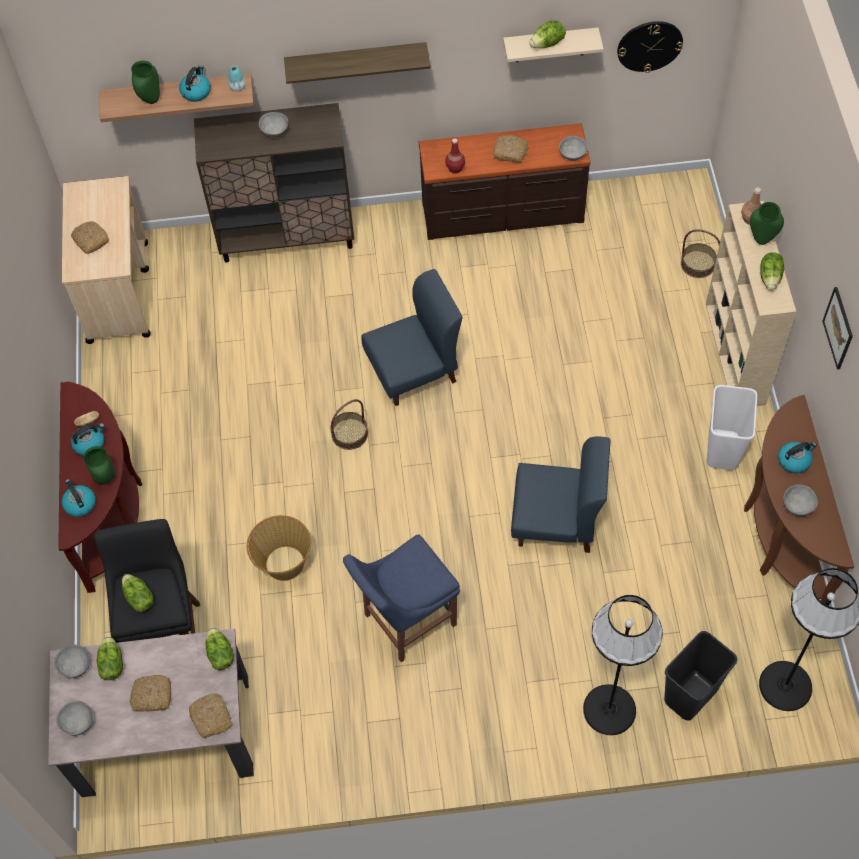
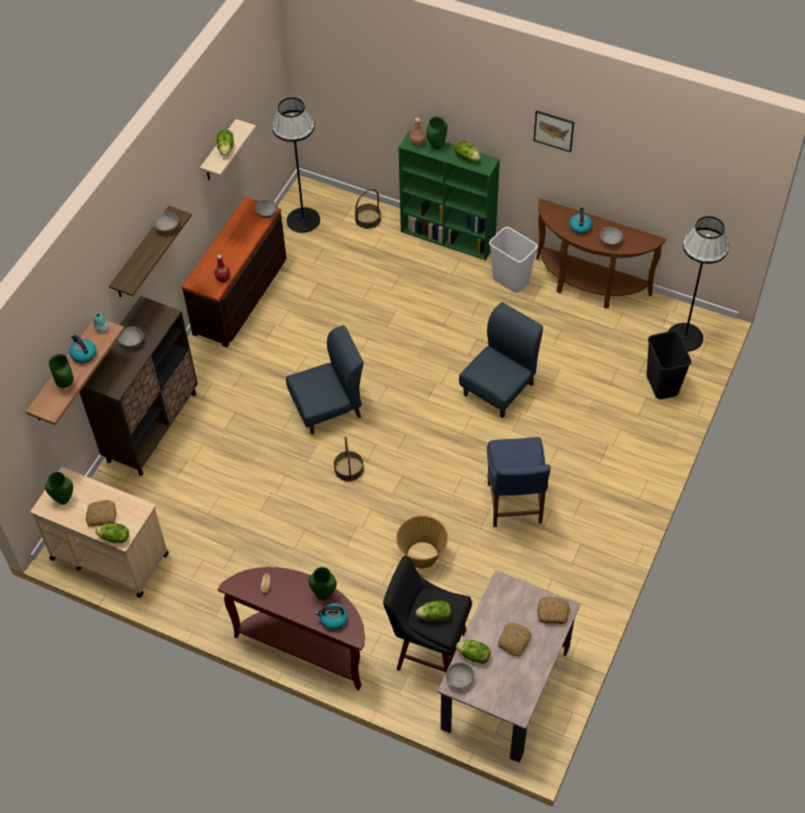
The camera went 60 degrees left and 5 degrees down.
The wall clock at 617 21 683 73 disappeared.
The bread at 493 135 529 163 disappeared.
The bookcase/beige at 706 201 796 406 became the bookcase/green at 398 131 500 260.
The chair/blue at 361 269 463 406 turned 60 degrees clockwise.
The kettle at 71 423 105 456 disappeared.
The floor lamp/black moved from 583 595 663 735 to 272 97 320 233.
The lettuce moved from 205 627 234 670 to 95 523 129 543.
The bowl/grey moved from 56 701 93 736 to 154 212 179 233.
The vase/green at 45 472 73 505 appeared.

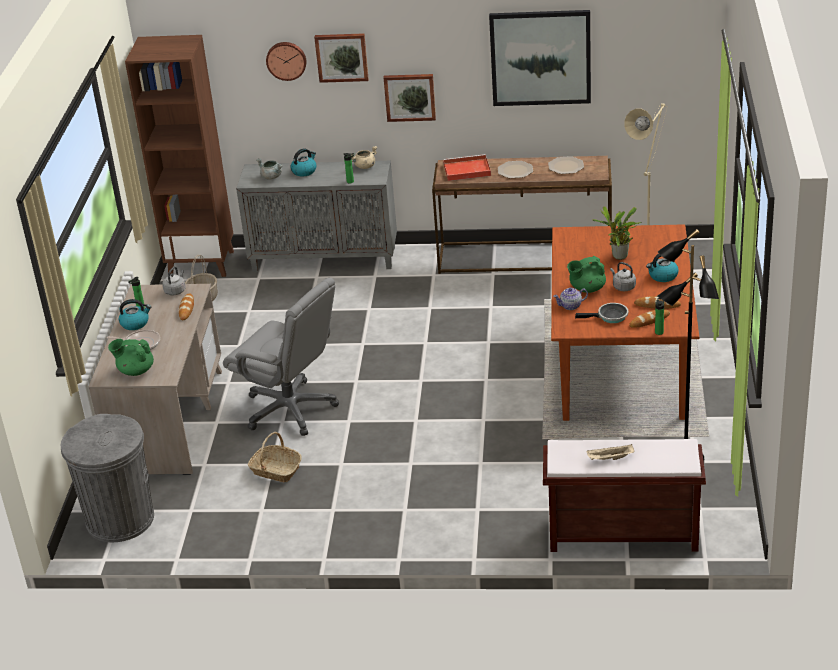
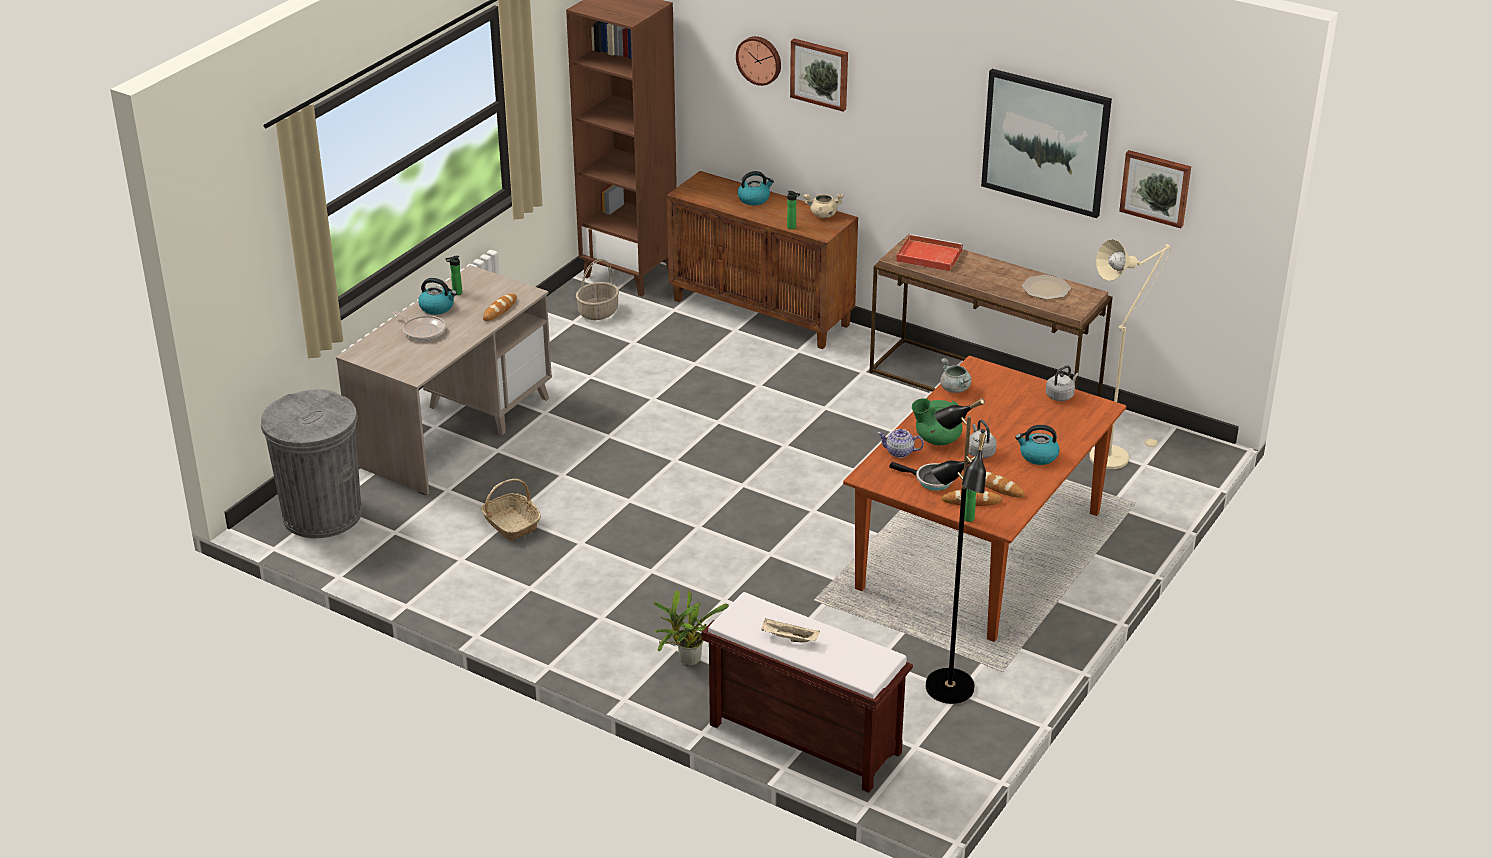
The camera went 25 degrees right and 0 degrees up.
The picture moved from 383 74 436 122 to 1119 150 1191 228.
The cooking pot/grey moved from 256 158 283 180 to 940 358 972 393.
The cabinet/grey at 236 161 397 272 became the cabinet/brown at 667 171 858 349.
The plate at 498 161 533 178 disappeared.
The potted plant moved from 592 206 642 260 to 653 590 729 666.
The kettle/grey moved from 162 267 185 295 to 1046 365 1079 401.
The office chair/grey at 223 278 339 436 disappeared.
The teapot/green at 108 339 154 376 disappeared.

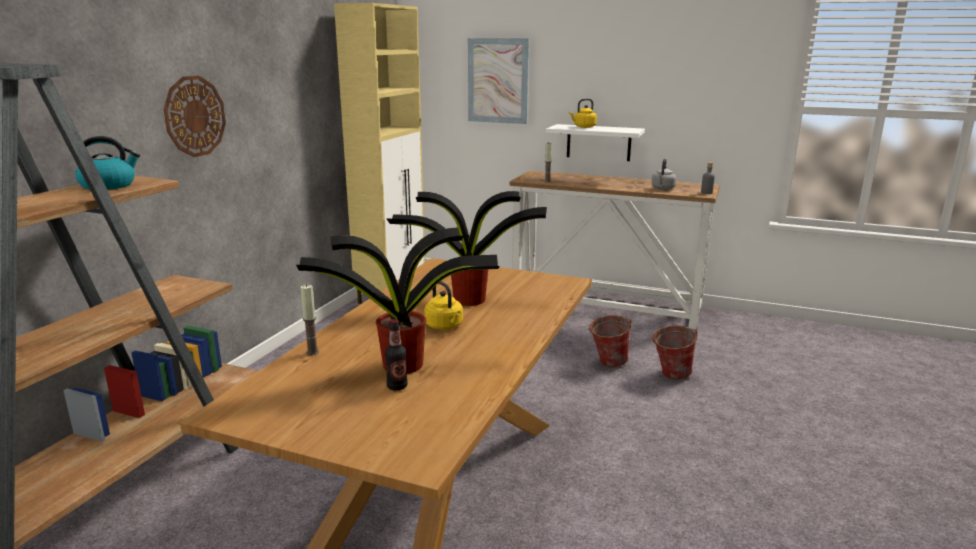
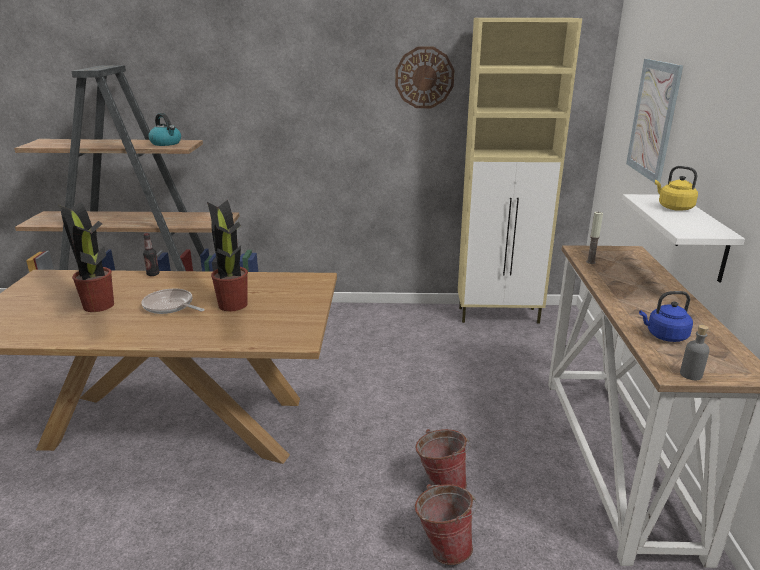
The camera went 70 degrees right and 5 degrees up.
The wall clock moved from 164 76 226 157 to 395 47 454 108.
The kettle/grey at 651 159 676 190 became the kettle/blue at 639 291 693 342.
The kettle/yellow at 424 281 463 330 was replaced by the frying pan at 141 289 205 314.
The candle at 300 284 319 355 disappeared.
The bottle moved from 385 319 408 391 to 143 233 160 276.

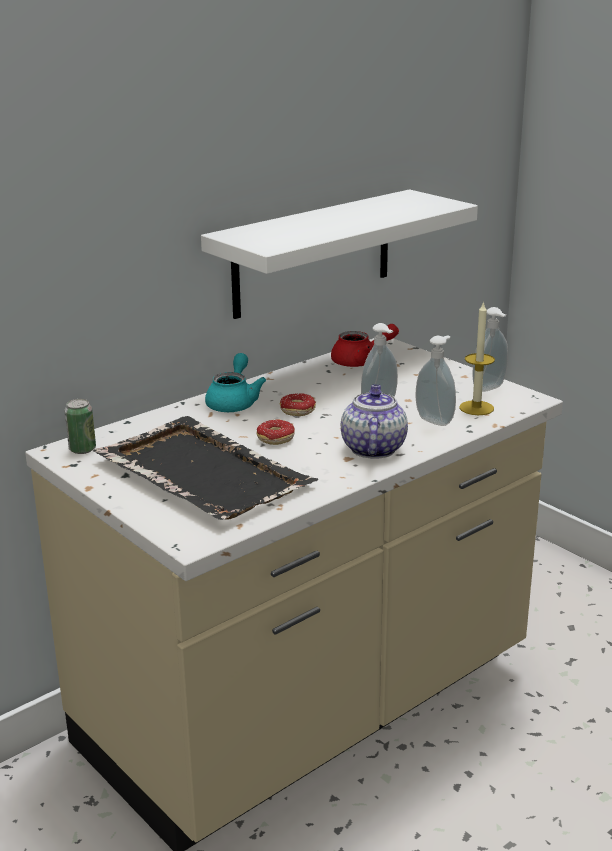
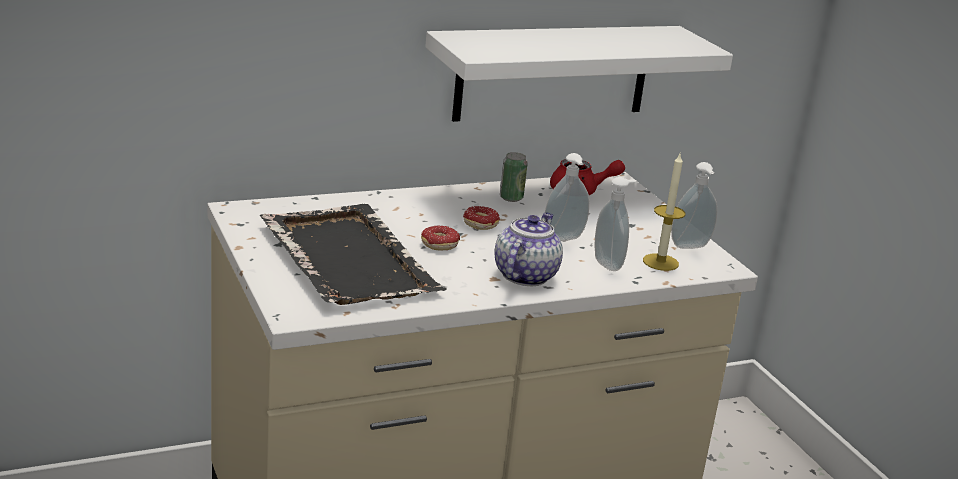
The camera went 15 degrees right and 0 degrees up.
The teapot/turquoise at 205 353 266 412 disappeared.
The can moved from 65 399 96 454 to 500 152 528 202.

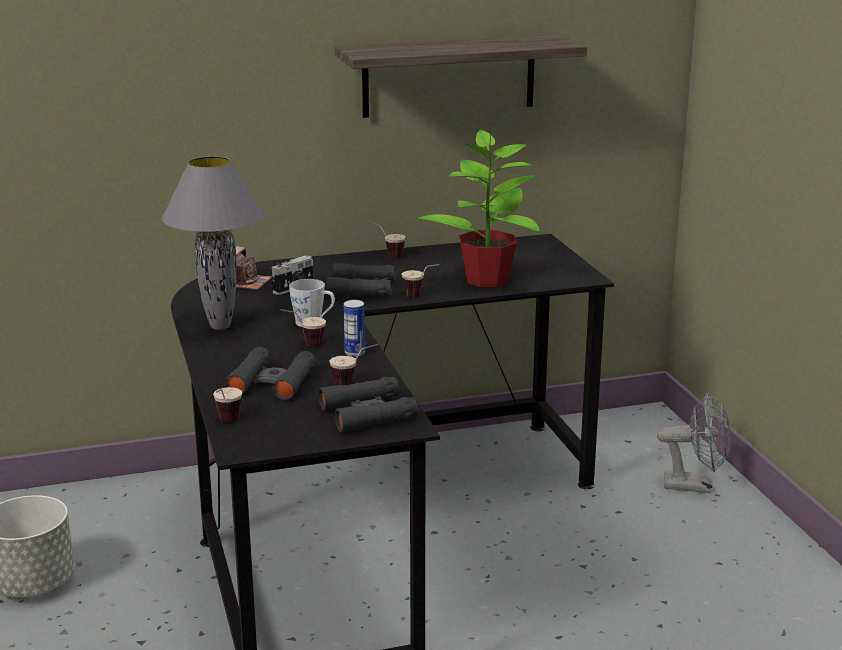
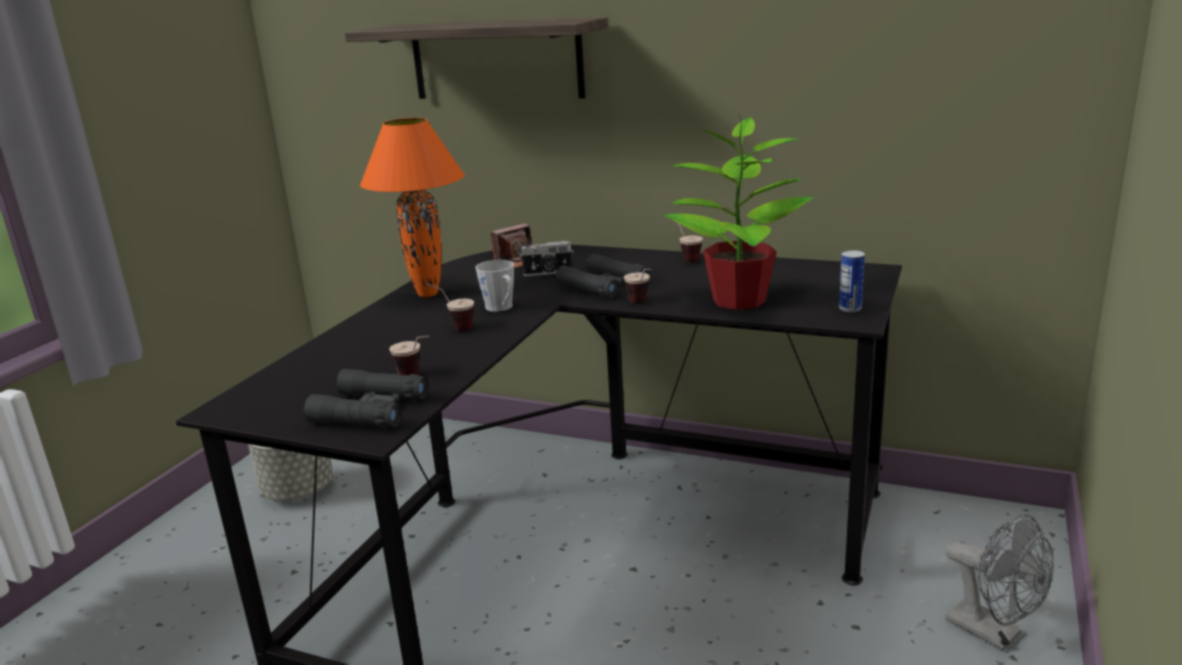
The camera went 40 degrees right and 0 degrees up.
The shelf moved from 335 35 587 118 to 345 17 608 99.
The table lamp/grey at 162 156 264 330 became the table lamp/orange at 360 118 465 297.
The can moved from 343 300 365 357 to 839 250 865 312.
The binoculars/black at 224 347 316 401 disappeared.
The cup at 213 387 242 422 disappeared.

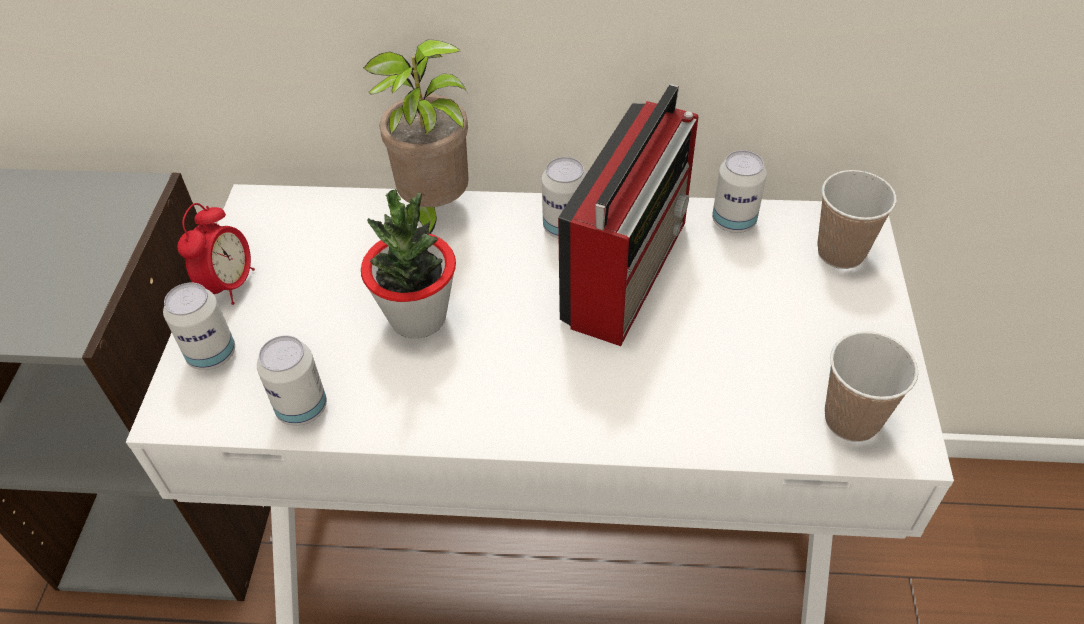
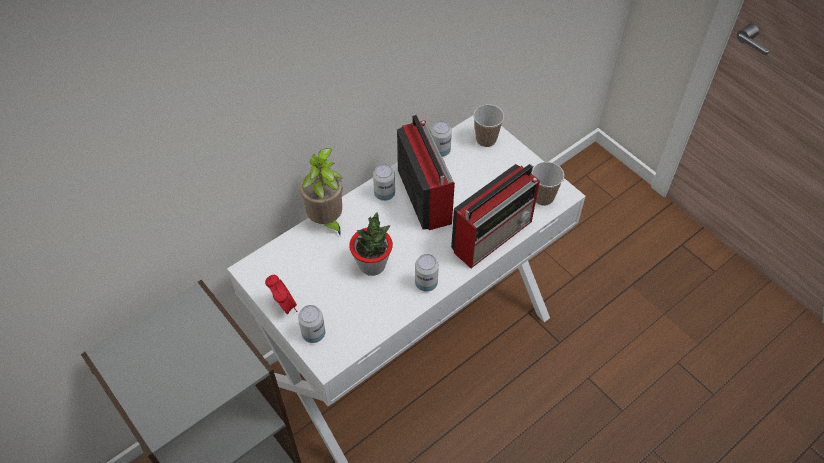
The camera went 45 degrees left and 5 degrees up.
The can moved from 257 335 327 426 to 415 254 439 292.
The radio at 451 164 540 268 appeared.

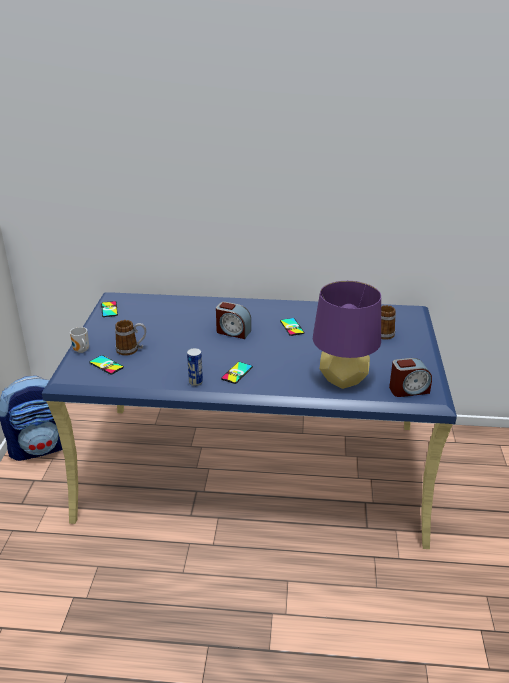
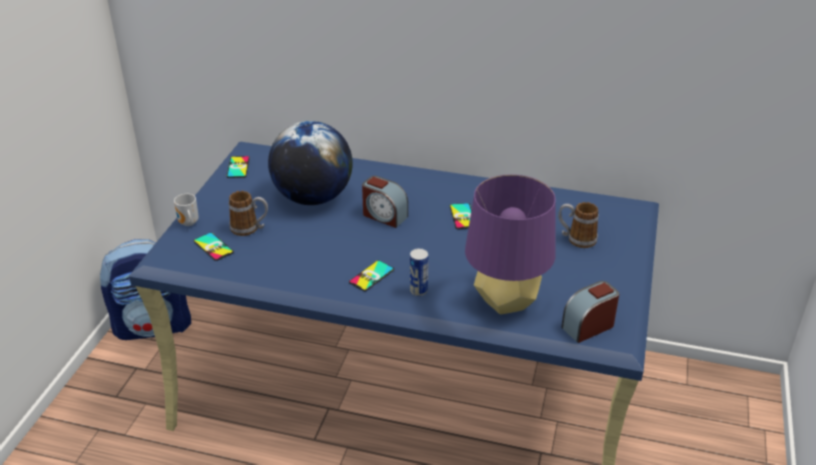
The camera went 10 degrees right and 5 degrees up.
The can moved from 187 348 203 386 to 410 248 428 296.
The alarm clock at 389 358 432 397 turned 150 degrees clockwise.
The globe at 268 121 353 205 appeared.

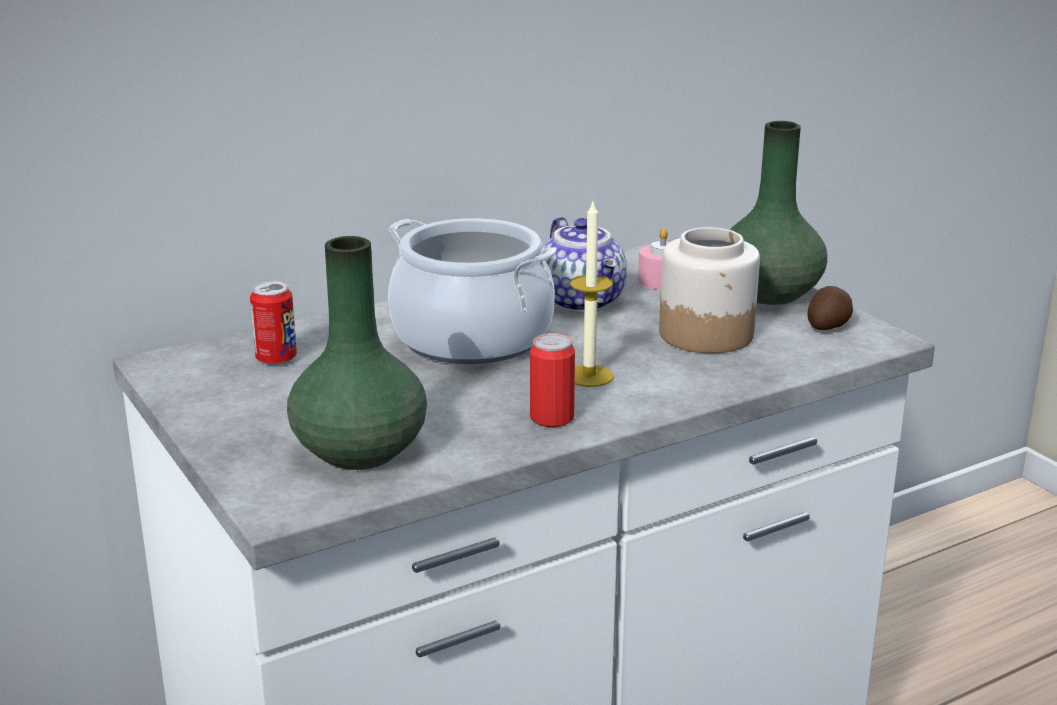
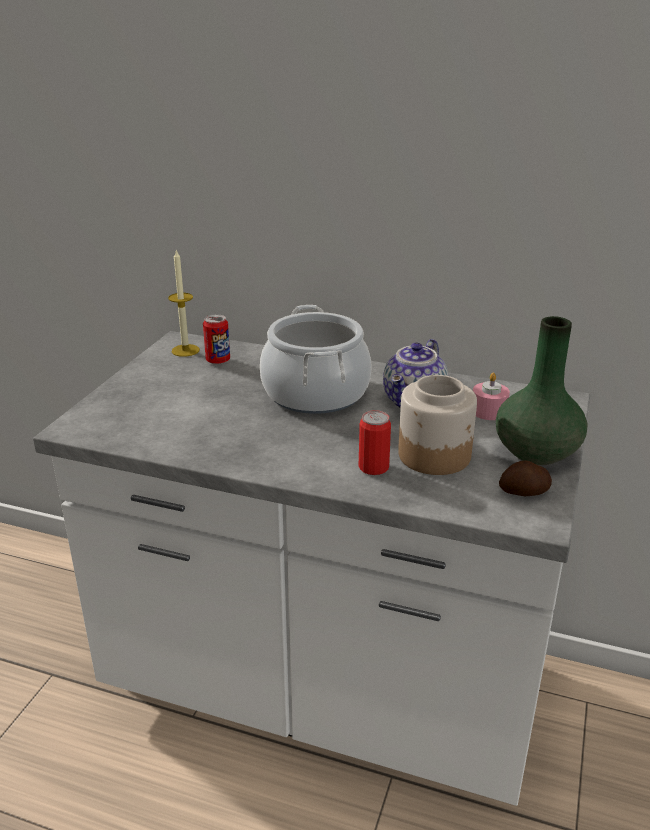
The camera went 50 degrees right and 5 degrees up.
The candle moved from 570 202 614 387 to 168 250 200 357.
The vase/green at 287 236 427 470 disappeared.
The can moved from 530 333 575 427 to 359 410 391 475.

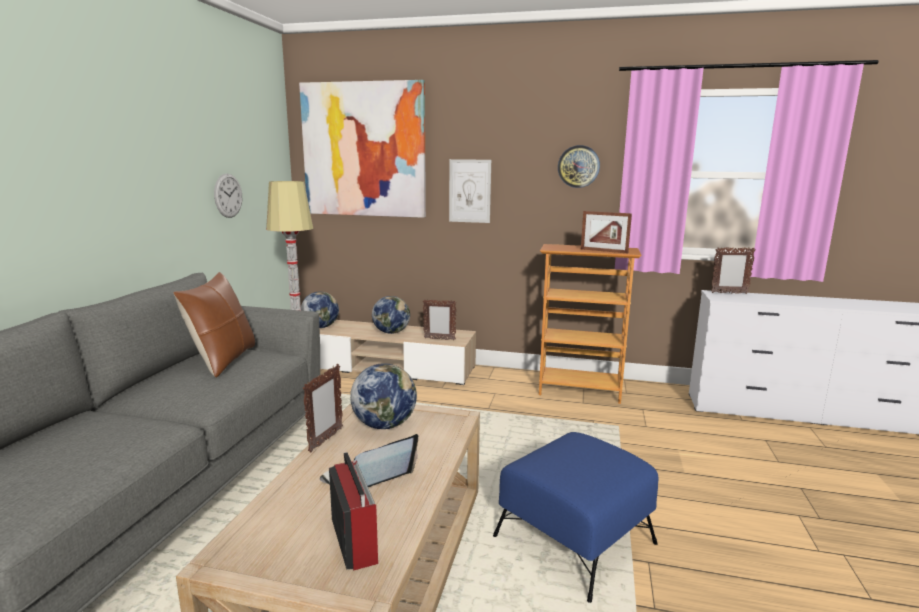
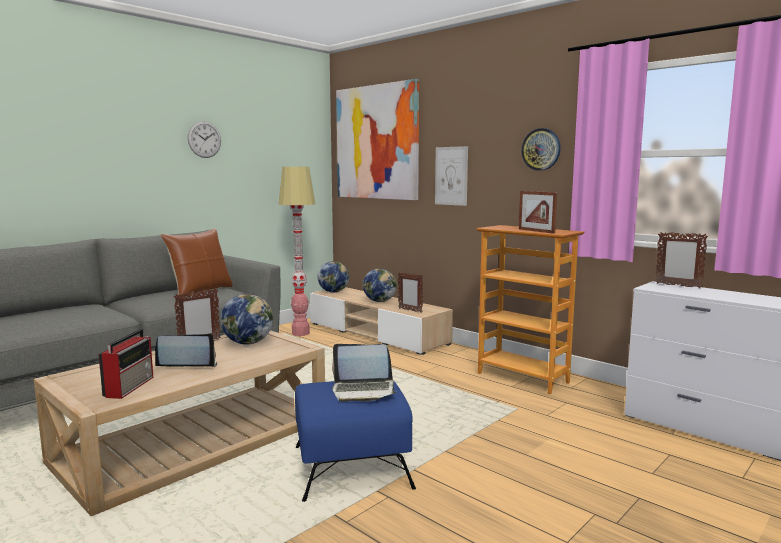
The camera went 30 degrees right and 5 degrees down.
The wall clock moved from 214 173 242 218 to 188 121 221 158.
The laptop at 332 344 397 402 appeared.

